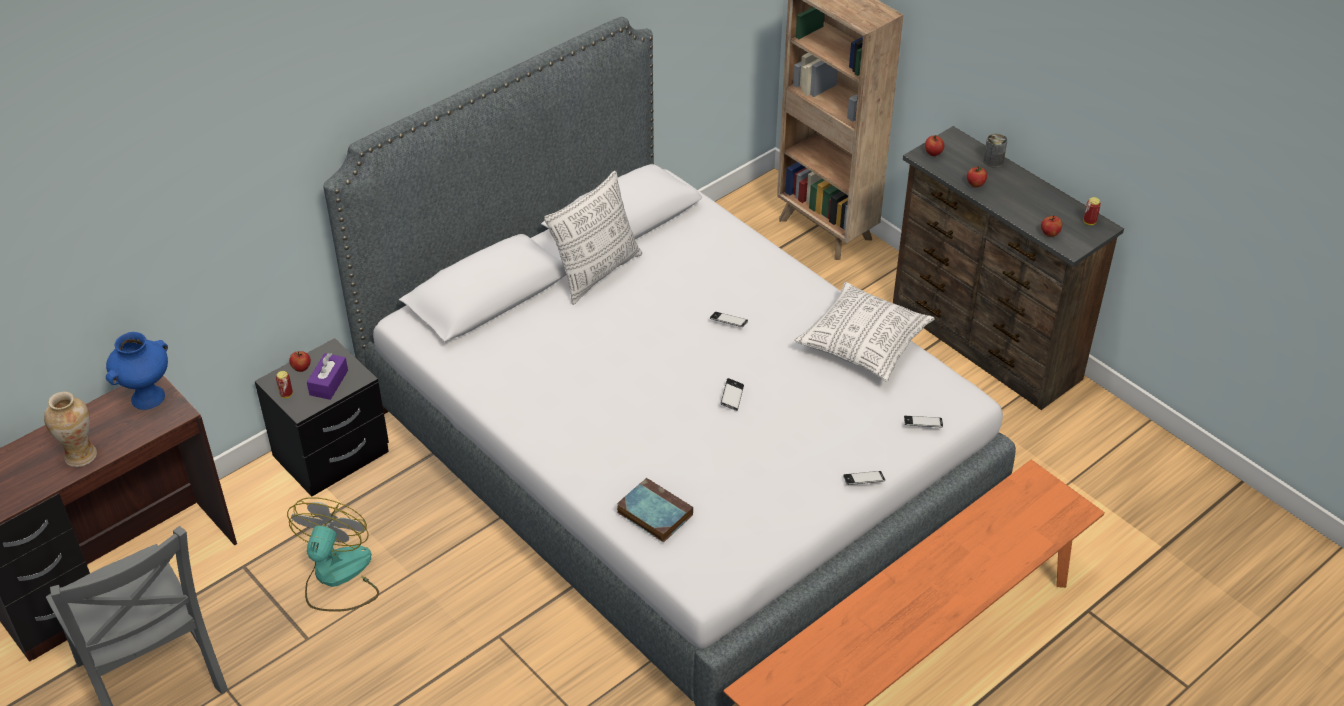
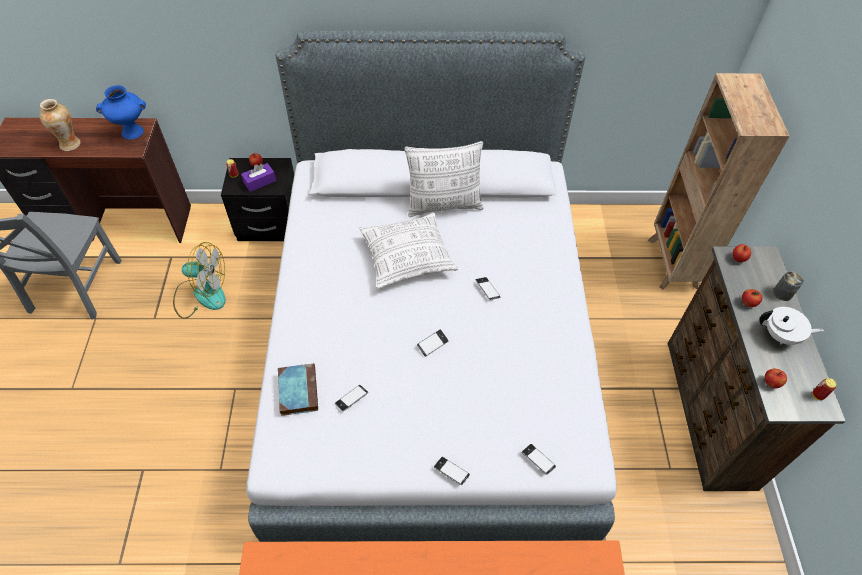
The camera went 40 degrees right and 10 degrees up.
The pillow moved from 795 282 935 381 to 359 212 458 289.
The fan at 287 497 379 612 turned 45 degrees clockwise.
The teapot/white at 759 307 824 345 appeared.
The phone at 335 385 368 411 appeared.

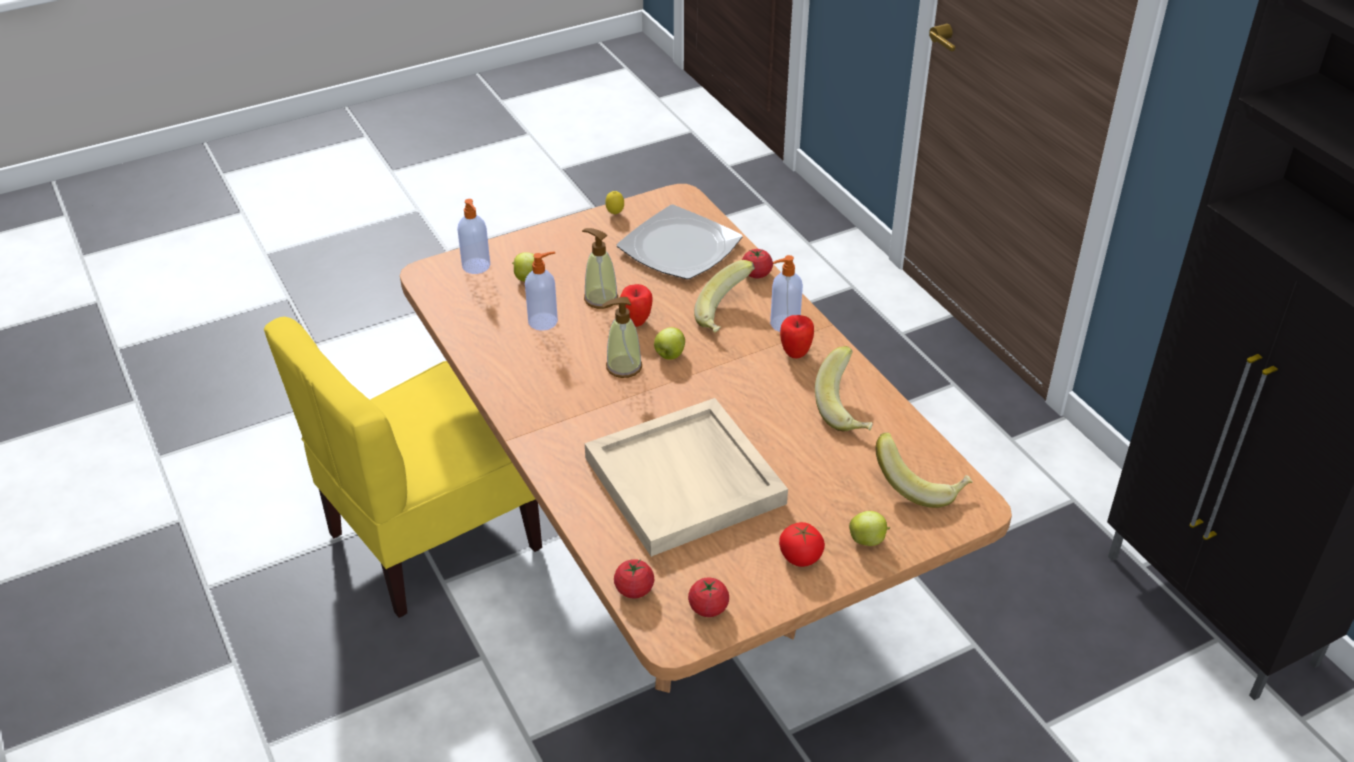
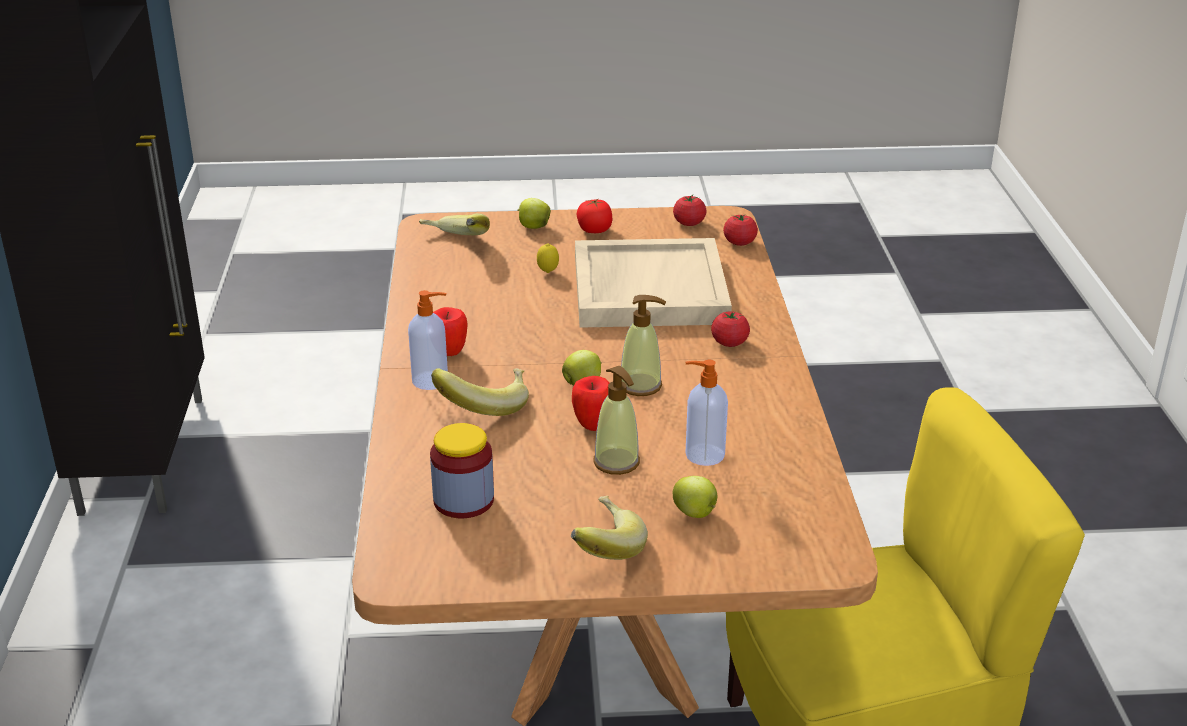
The camera went 155 degrees left and 10 degrees down.
The lemon moved from 605 191 624 214 to 537 244 559 273.
The soap dispenser at 457 199 490 274 disappeared.
The plate at 617 205 743 279 was replaced by the jar at 430 423 494 518.
The tomato moved from 742 249 773 278 to 711 311 750 347.
The banana moved from 815 346 873 431 to 571 496 648 560.

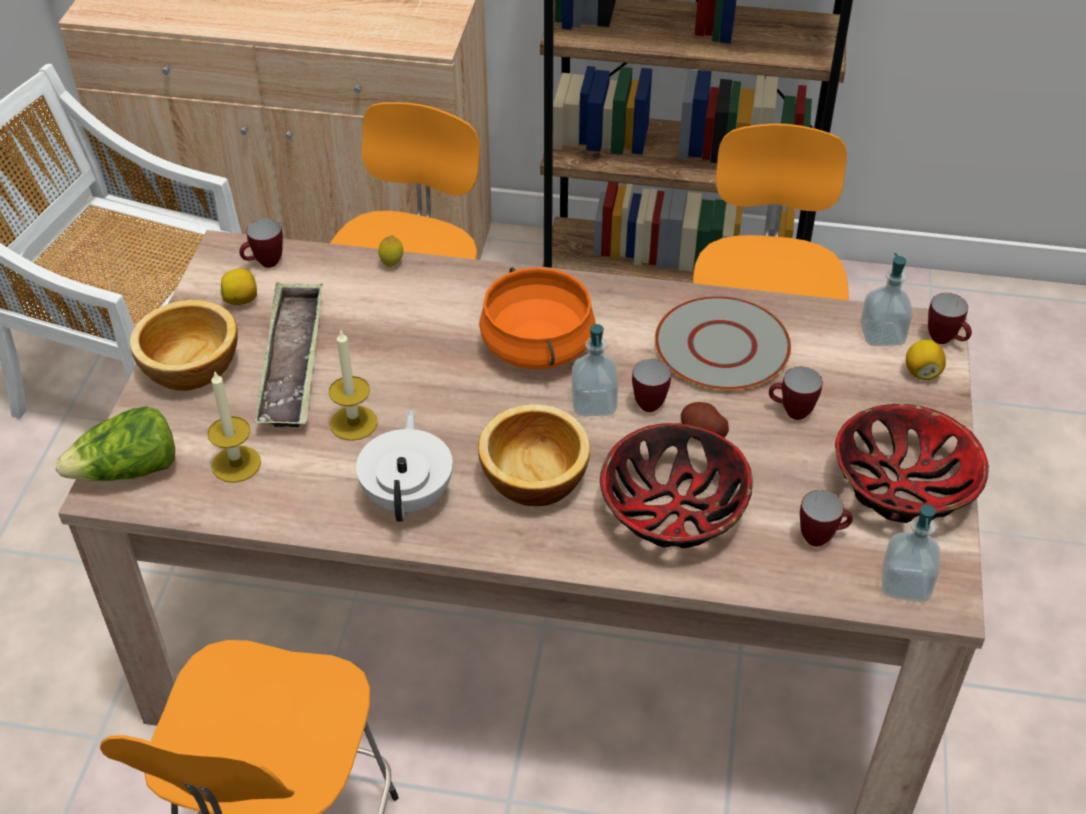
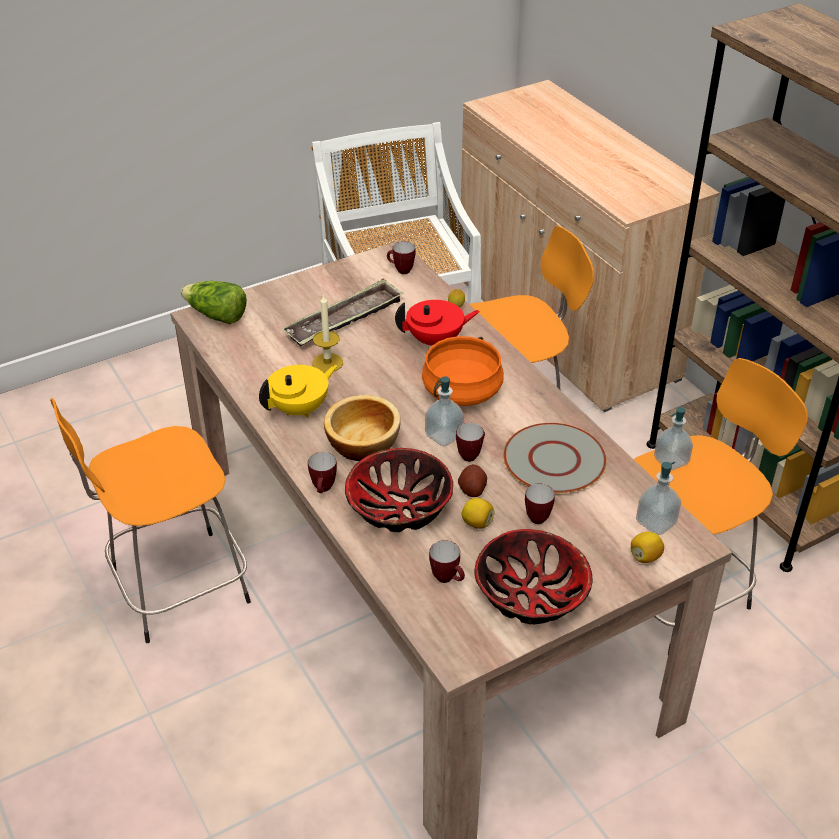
The camera went 50 degrees right and 5 degrees down.
The lemon moved from 220 268 257 305 to 462 498 494 529.
The mug moved from 928 293 972 344 to 308 452 337 493.
The bowl at 130 300 238 391 disappeared.
The candle at 207 370 261 483 disappeared.
The teapot/white at 356 410 453 522 became the teapot/yellow at 259 365 337 418.
The soap dispenser moved from 882 505 940 602 to 654 407 693 470.
The teapot/red at 395 300 480 346 appeared.

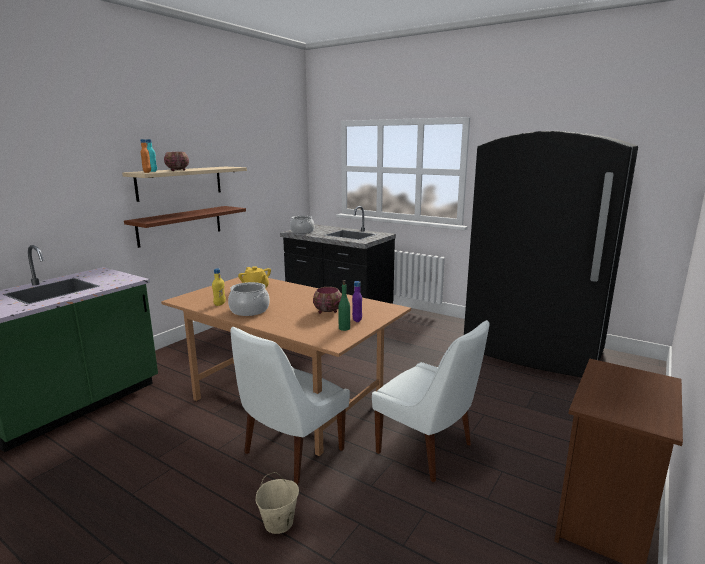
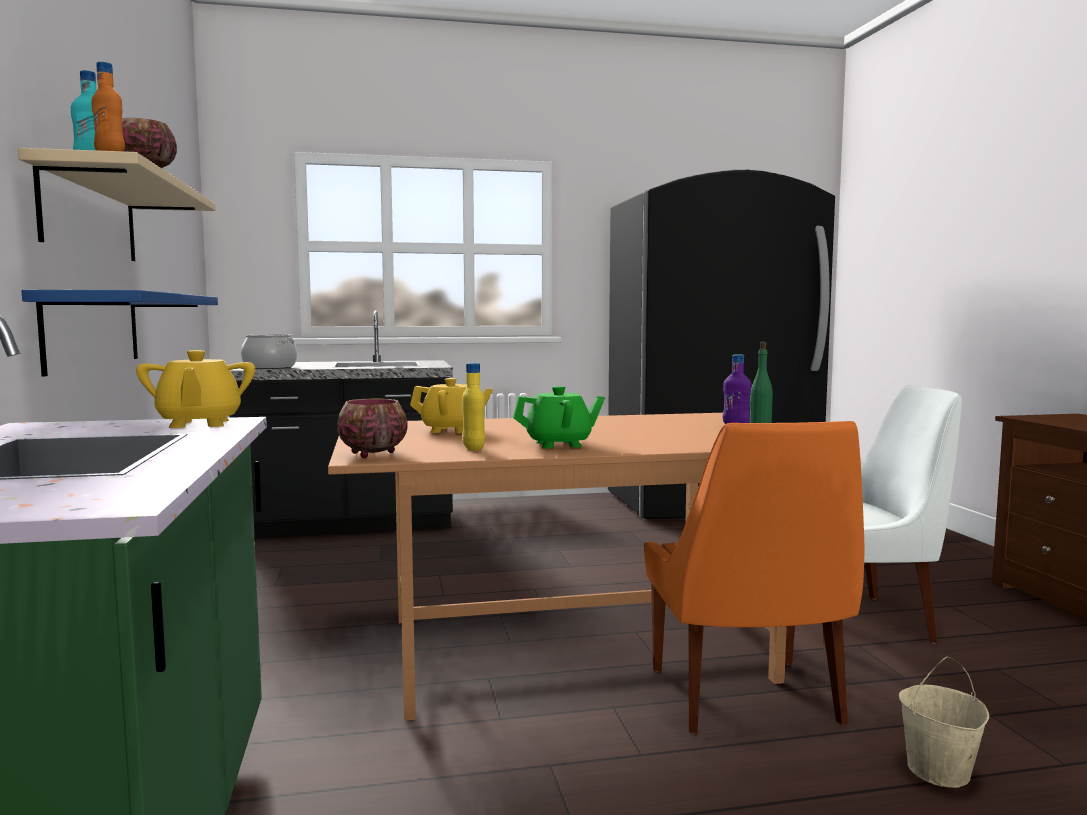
The camera went 45 degrees left and 10 degrees down.
The shelf/brown at 124 206 246 248 became the shelf/blue at 21 290 218 376.
The cooking pot at 228 282 270 316 was replaced by the teapot/green at 513 386 605 449.
The bowl moved from 313 287 342 314 to 337 398 407 458.
The chair/white at 230 327 350 485 became the chair/orange at 644 421 864 734.
The teapot/yellow at 136 350 255 428 appeared.

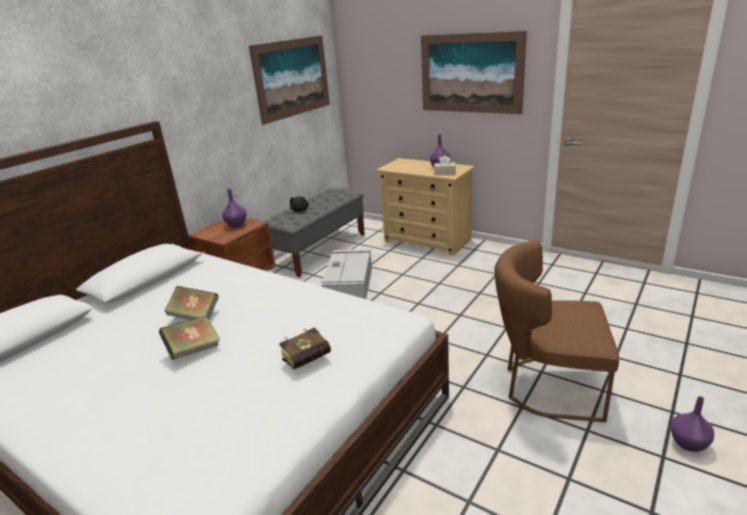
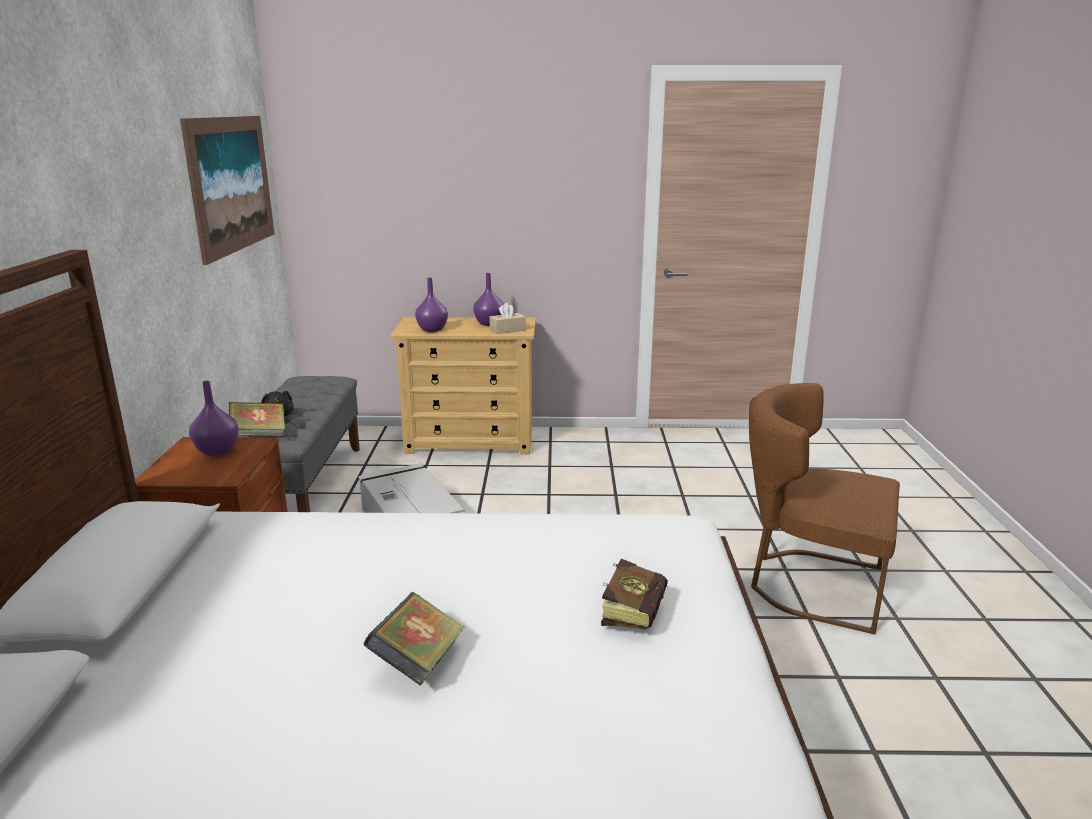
The camera went 35 degrees left and 5 degrees down.
The picture at 421 31 527 114 disappeared.
The chair/brown at 495 241 619 422 turned 45 degrees clockwise.
The book moved from 164 286 219 320 to 229 402 285 436.
The vase/purple moved from 671 396 714 452 to 415 278 448 332.

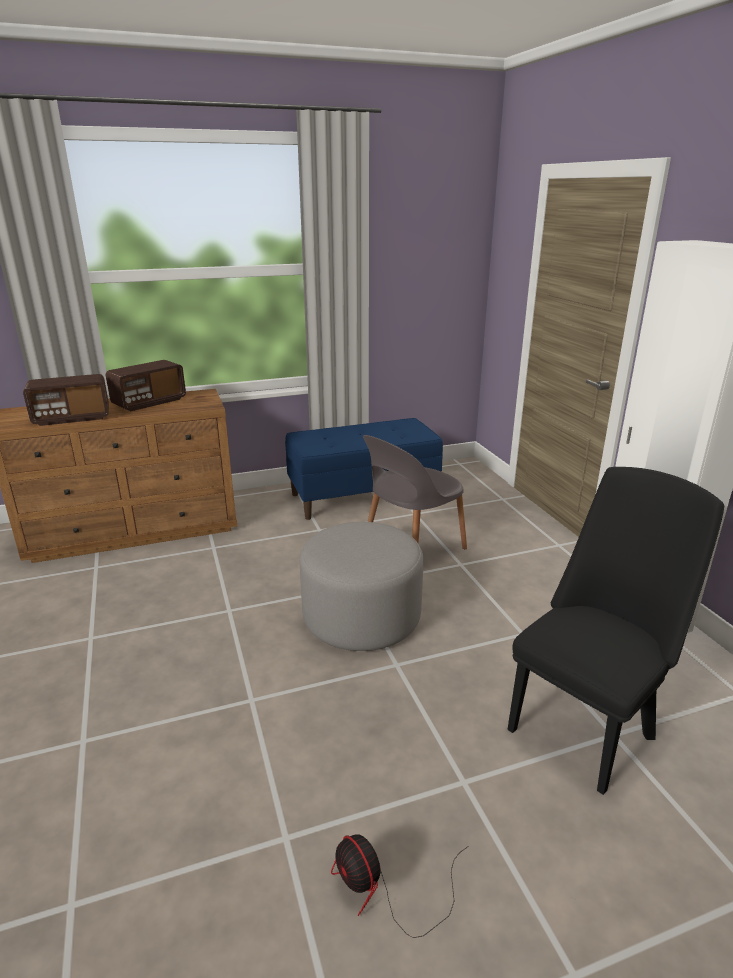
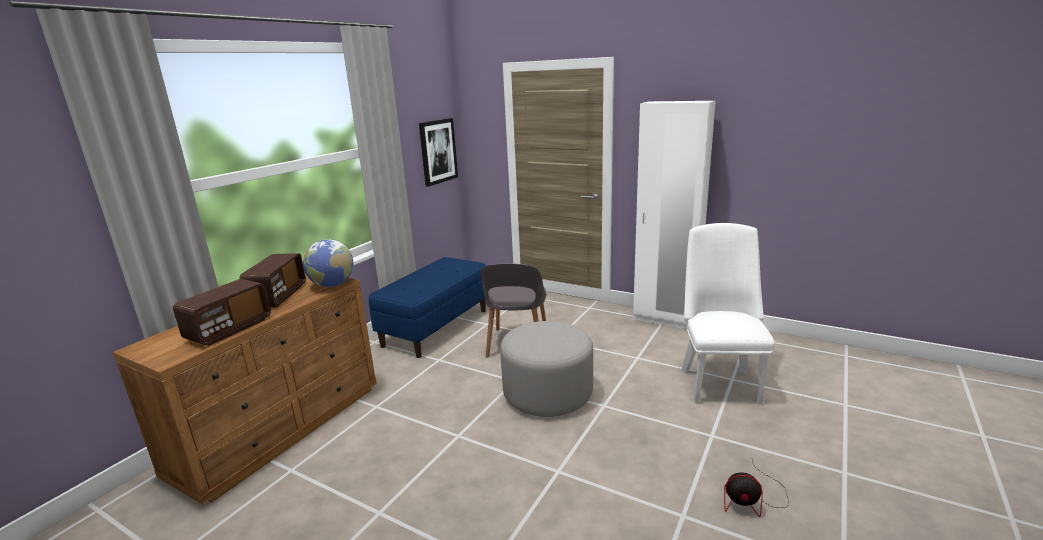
The camera went 40 degrees left and 5 degrees down.
The chair/black at 508 467 724 795 became the chair/white at 681 223 775 404.
The picture at 419 118 458 187 appeared.
The globe at 303 239 353 287 appeared.

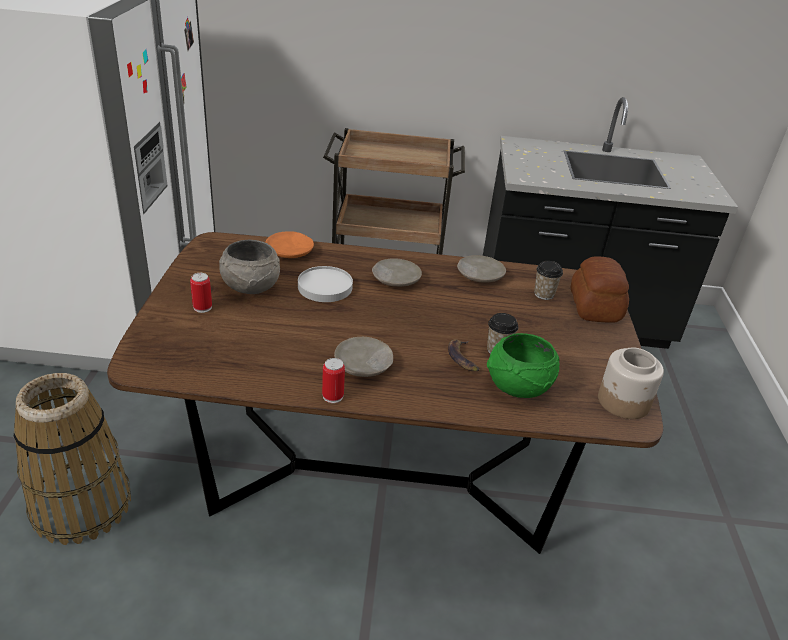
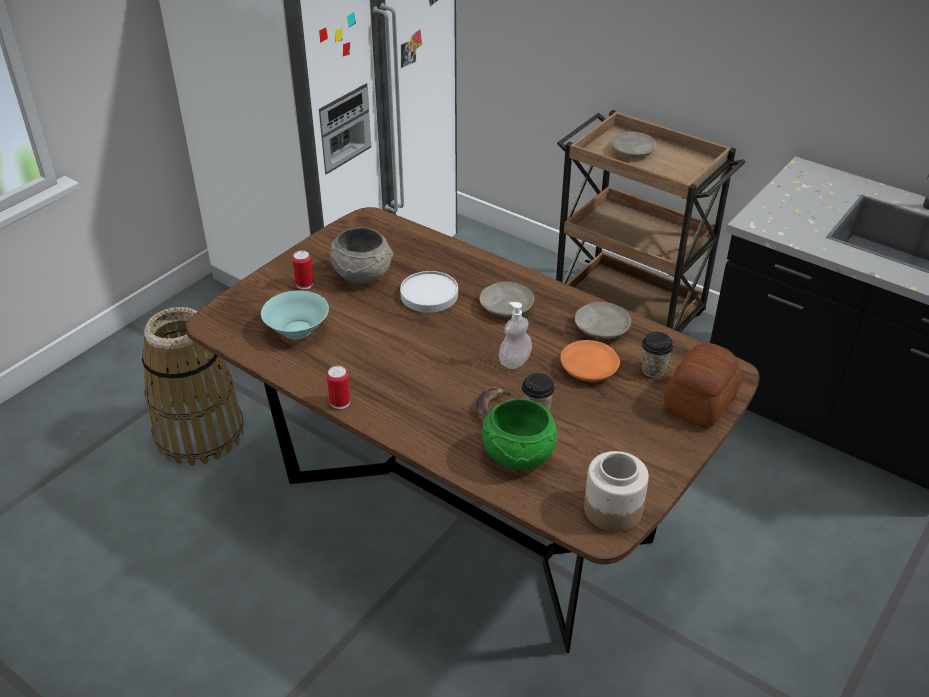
The camera went 35 degrees right and 5 degrees up.
The plate/orange moved from 265 231 314 258 to 560 340 620 382.
The plate/beige moved from 334 337 393 377 to 611 132 656 157.
The bowl/turquoise at 261 290 329 339 appeared.
The soap dispenser at 499 302 532 369 appeared.

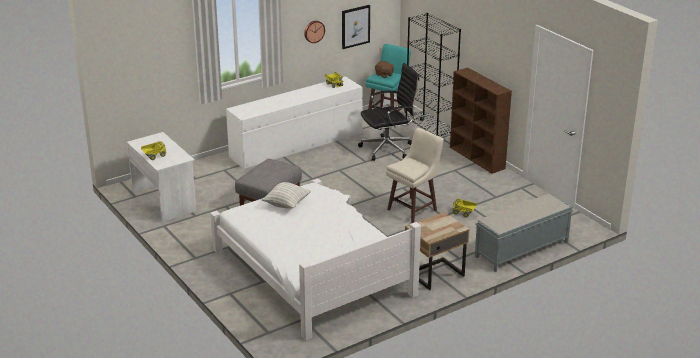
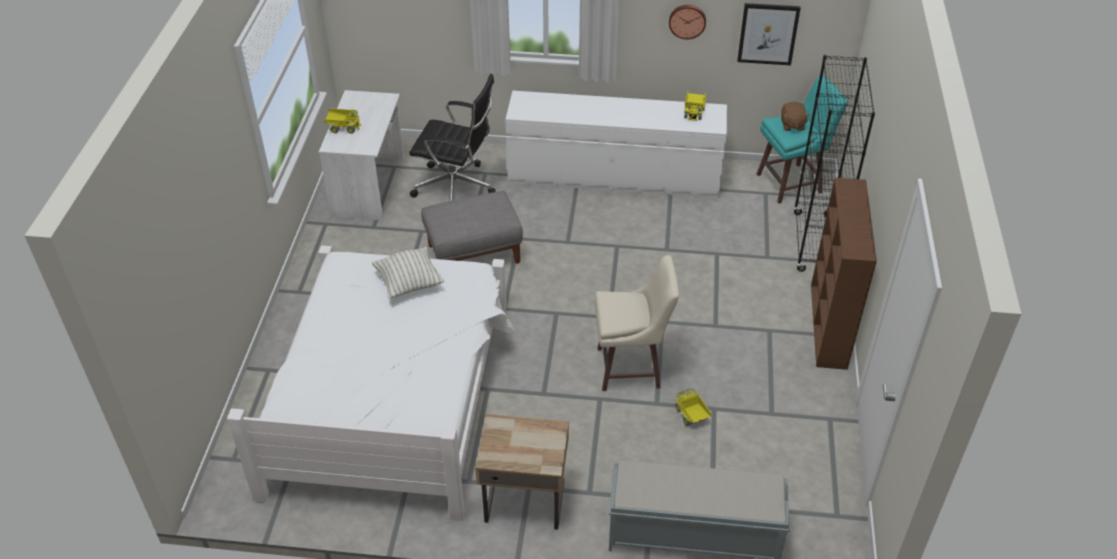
The camera went 40 degrees right and 15 degrees up.
The office chair/black moved from 358 63 419 161 to 409 74 495 201.

